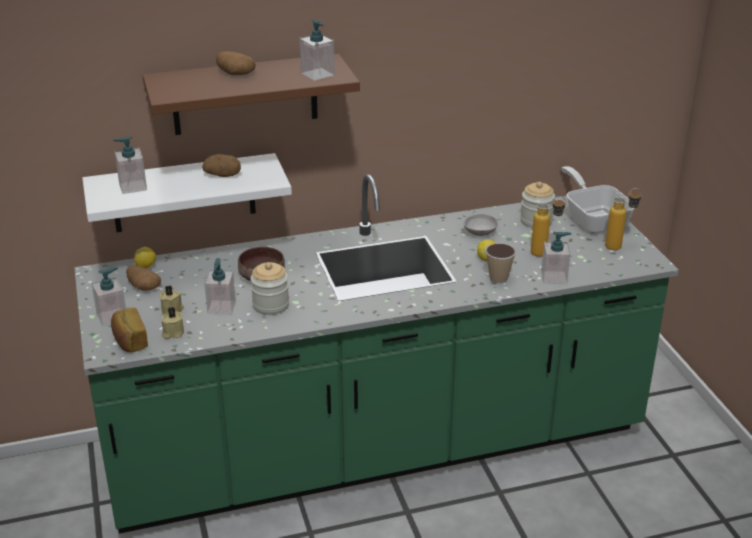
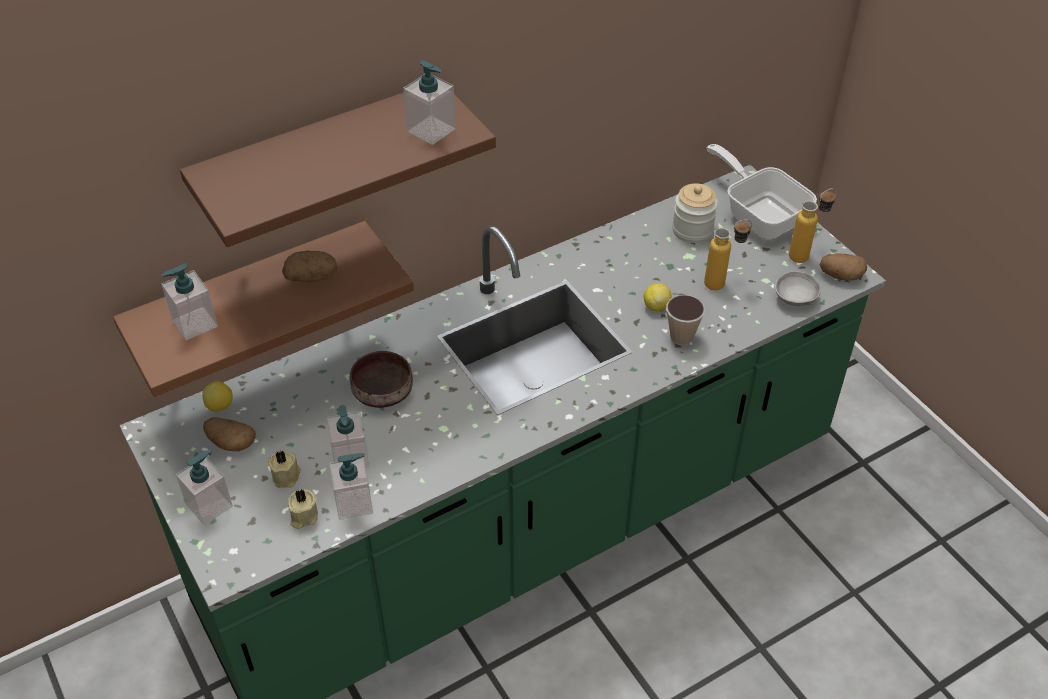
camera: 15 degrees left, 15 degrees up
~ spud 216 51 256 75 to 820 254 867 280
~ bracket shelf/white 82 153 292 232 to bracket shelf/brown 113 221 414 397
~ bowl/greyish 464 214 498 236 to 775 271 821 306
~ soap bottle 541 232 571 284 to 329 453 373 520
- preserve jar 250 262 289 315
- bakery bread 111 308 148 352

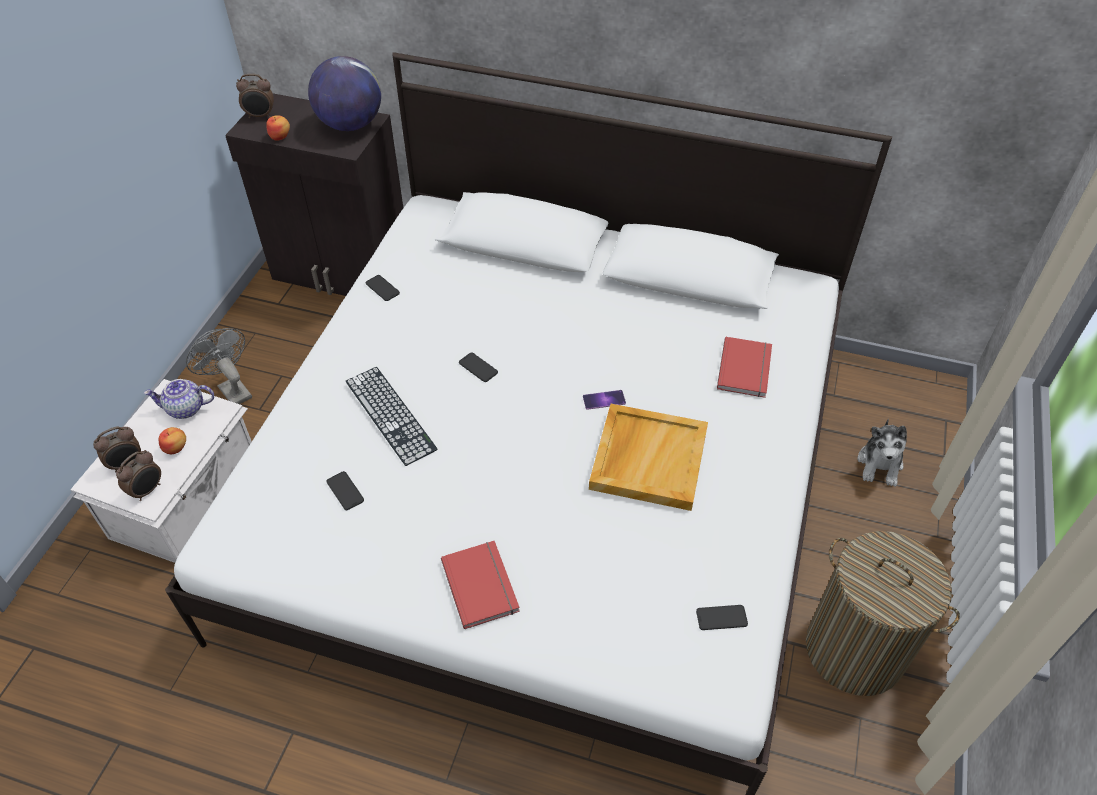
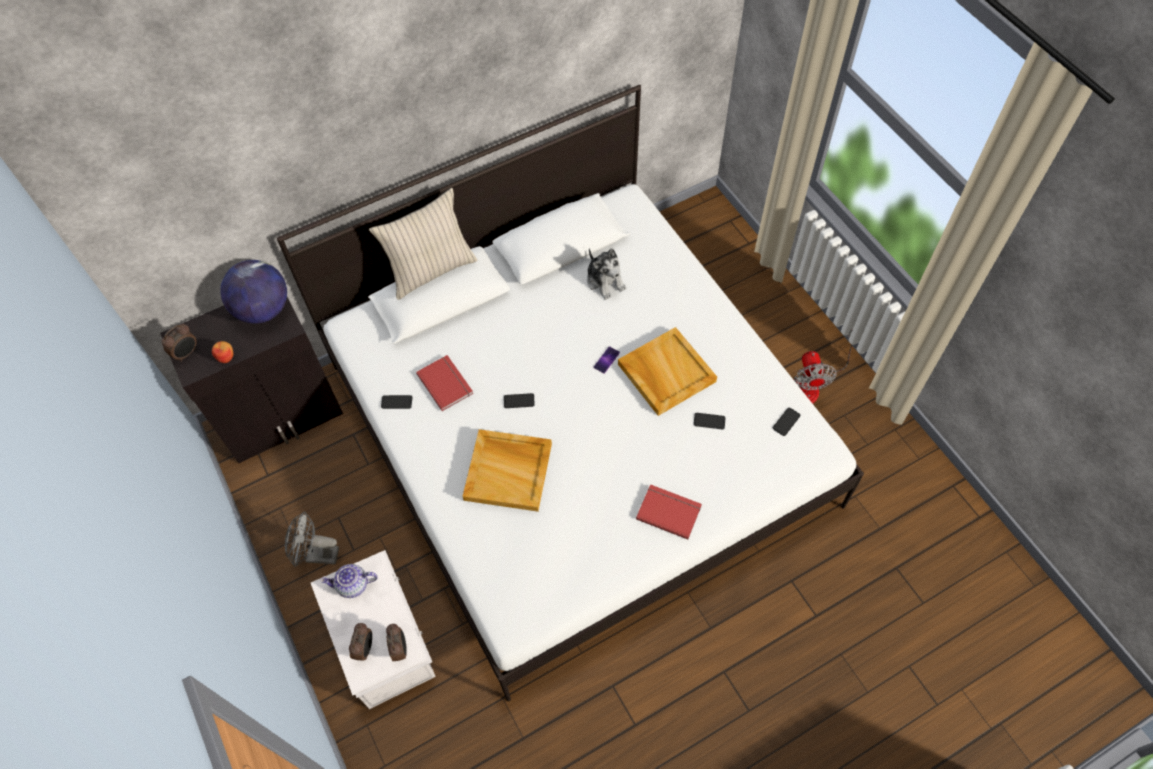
camera: 45 degrees left, 10 degrees up
~ book/reddish 717 337 772 398 to 416 355 473 411
~ keyboard 345 367 438 466 to carrying tray/beige-coloured 463 429 552 512
~ tea pot 144 379 214 419 = 320 564 378 598 45 degrees clockwise
~ plush toy 857 419 907 487 to 587 248 626 300
- whole apple 159 427 186 454
~ telephone 326 471 364 510 to 694 413 725 429
~ laundry basket 806 531 960 696 to electric fan 793 330 852 404
+ pillow/beige-coloured 369 188 477 300

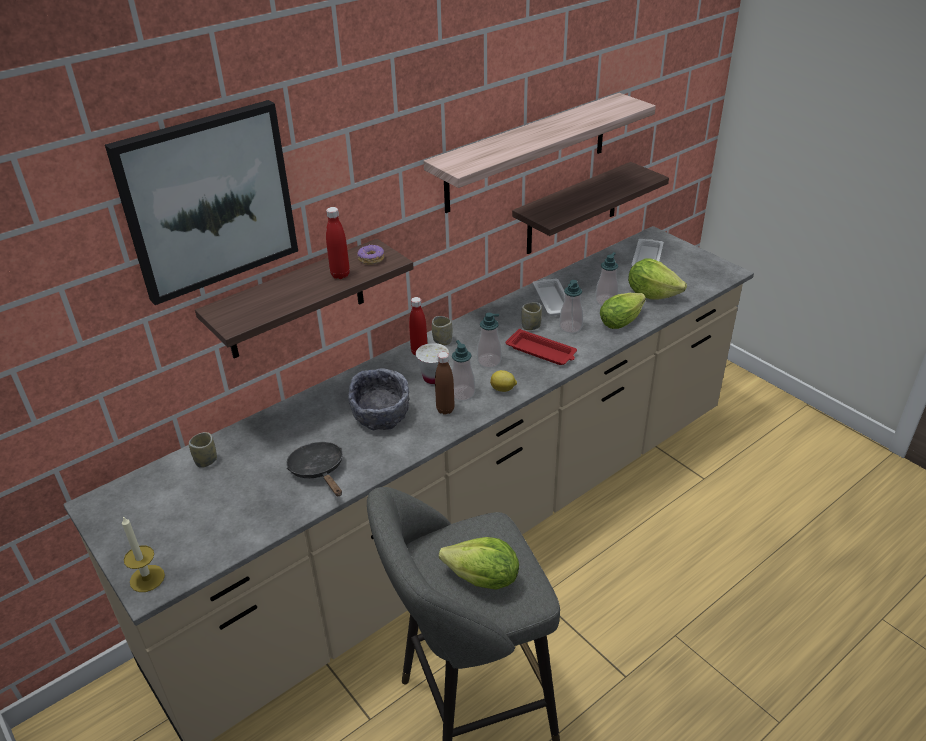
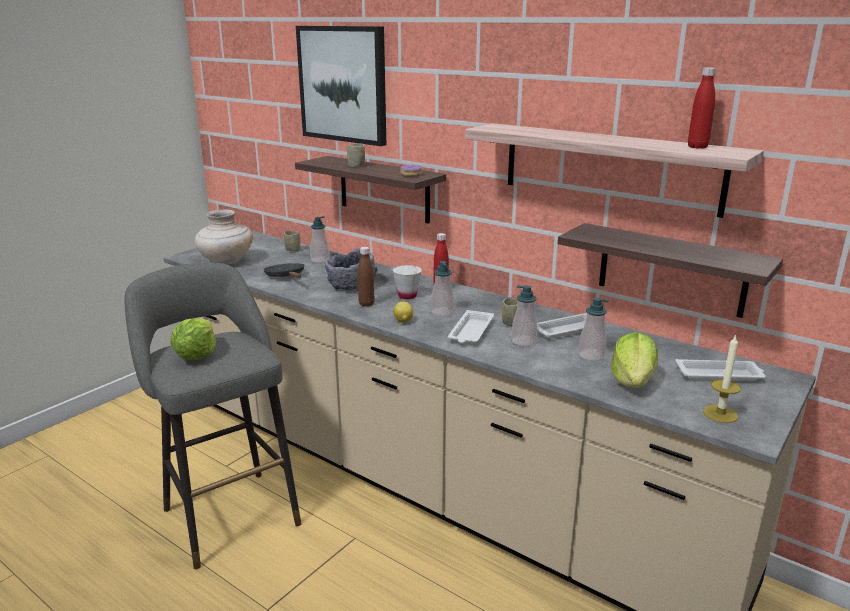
camera: 75 degrees right, 15 degrees down
~ beverage bottle/reddish 326 207 350 279 to 688 67 716 149
- lettuce 600 293 646 329
~ cup 432 316 452 345 to 347 143 365 167
~ carrying tray/reddish 505 329 577 365 to carrying tray/white 448 310 494 345
~ soap bottle 452 340 475 401 to 310 216 330 263
~ pan/black 286 442 343 497 = 264 263 304 278 75 degrees counterclockwise
~ wax candle 122 516 165 592 to 703 334 741 423
+ decorative vase/beige-coloured 195 210 253 265

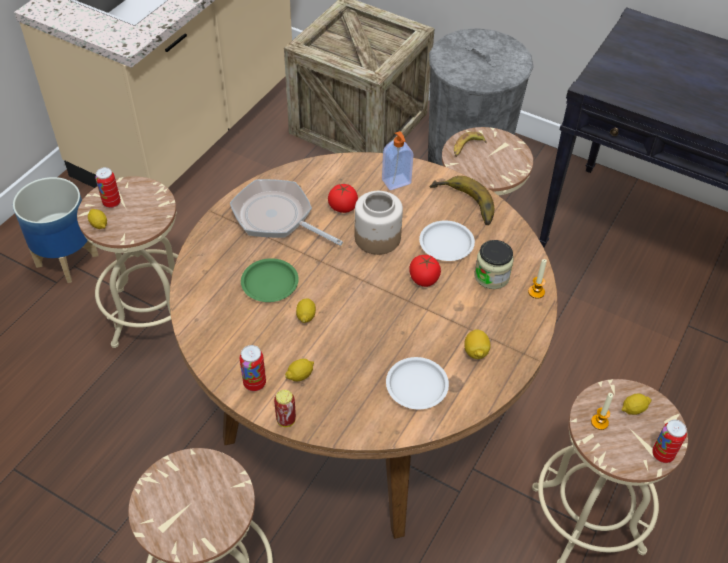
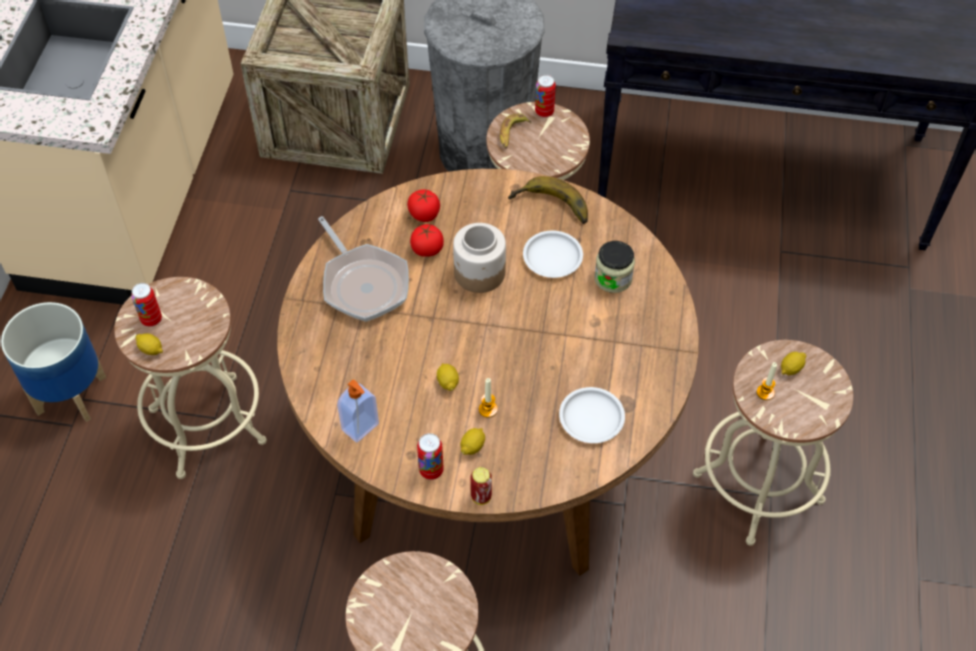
camera: 20 degrees left, 5 degrees up
~ soap bottle 382 131 414 190 to 337 379 379 443
~ pan 230 179 343 246 = 318 216 409 322 135 degrees counterclockwise
~ tomato 409 255 441 287 to 407 189 440 222
- flat dish/green-coloured 241 258 299 302
~ wax candle 528 259 547 299 to 479 378 498 418
- whole lemon 464 329 490 359
~ metal can 652 420 687 463 to 535 75 556 118

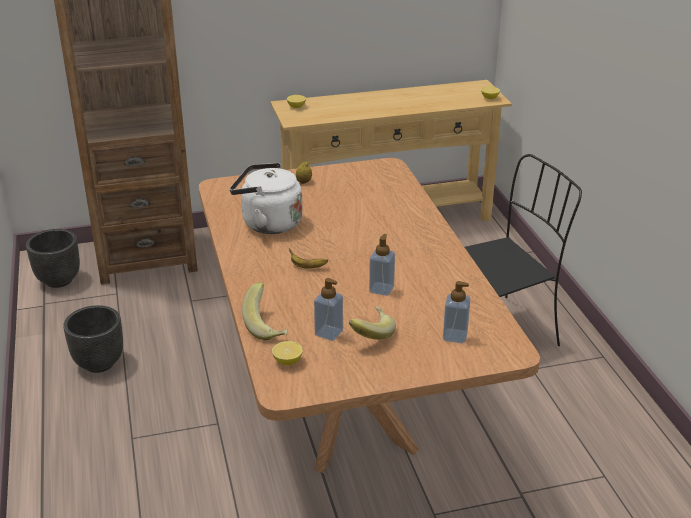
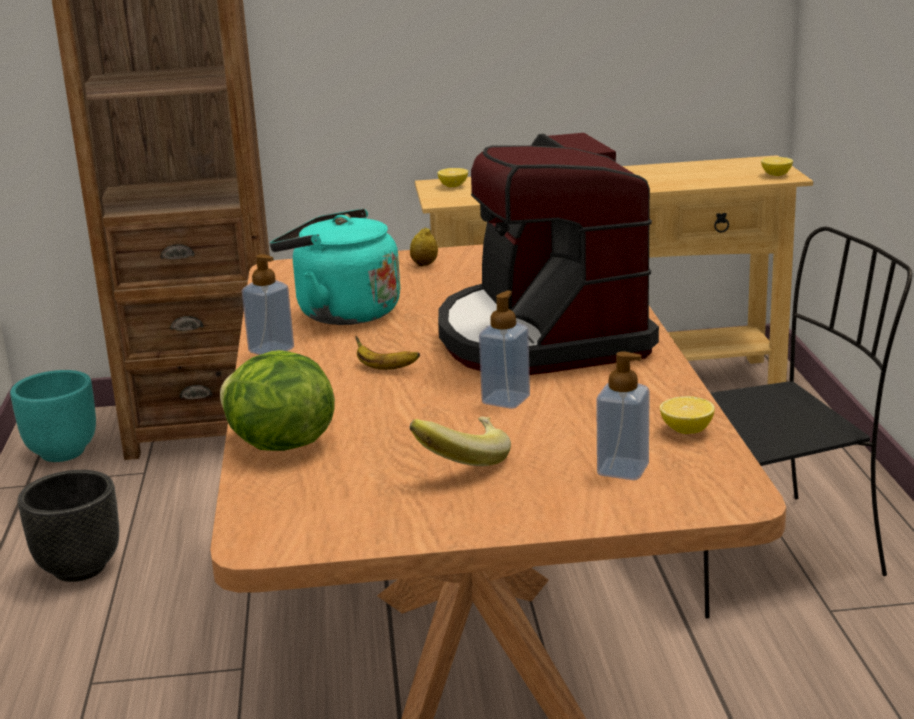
camera: 10 degrees right, 10 degrees down
~ tea kettle/white 230 163 303 234 to tea kettle/turquoise-coloured 270 209 400 325
~ flower pot/black 26 229 80 288 to flower pot/turquoise-coloured 10 370 96 462
~ soap bottle 314 278 343 341 to 242 254 294 355
~ banana 242 282 288 340 to lettuce 220 350 335 451
~ whole lemon 272 341 303 365 to 660 396 715 434
+ coffee maker 438 133 659 375

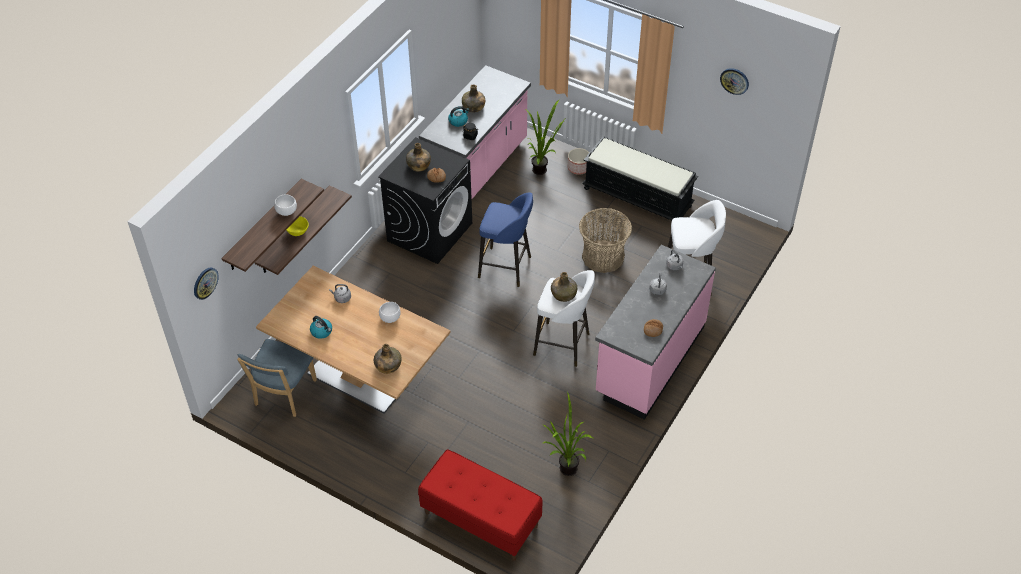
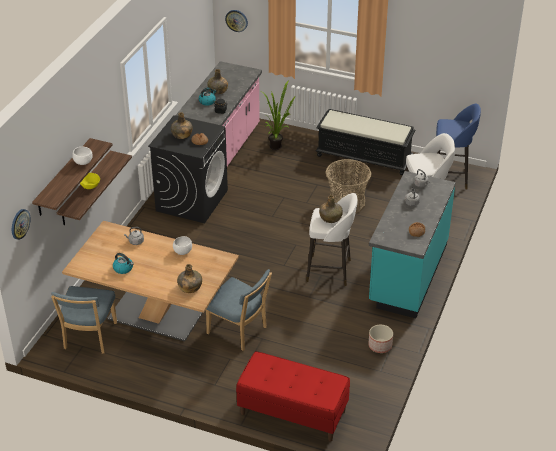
camera: 10 degrees left, 10 degrees down
~ wall clock 720 68 749 95 to 225 10 248 32
~ flower pot 568 148 589 175 to 368 325 393 353
~ stool/blue 478 192 533 287 to 436 104 481 190
~ counter/pink 595 245 716 420 to counter/turquoise-coloured 369 171 456 318
- plant in a pot 543 392 593 476
+ chair/blue 206 269 272 351

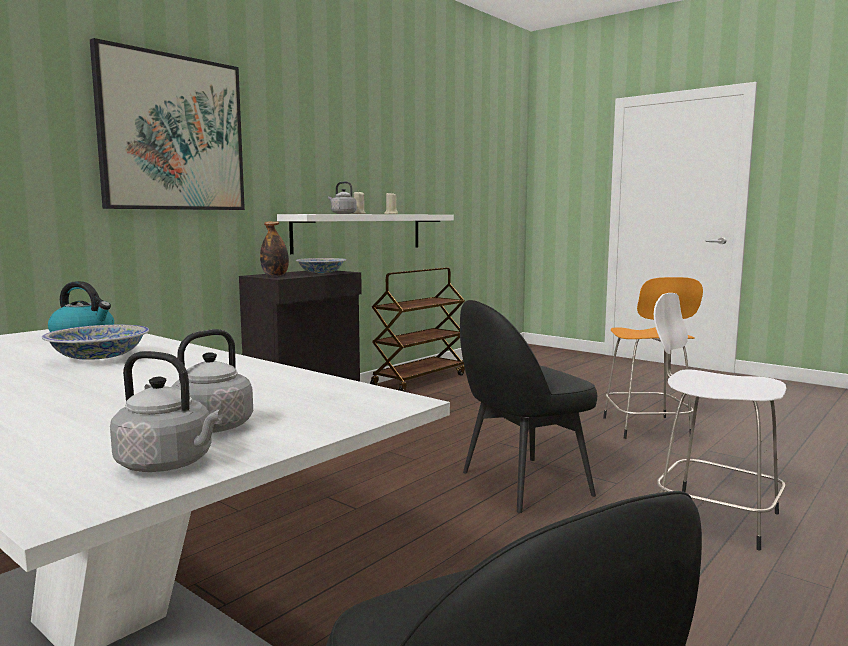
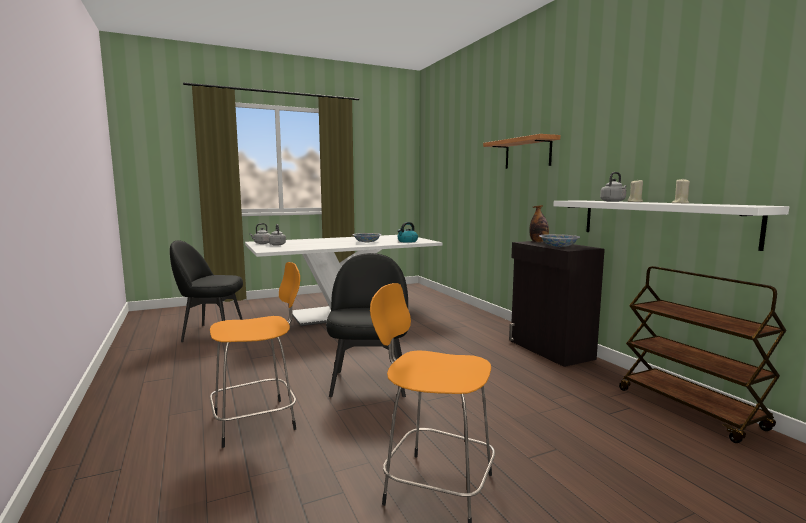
camera: 115 degrees right, 0 degrees up
~ wall picture 90 38 245 210 to bracket shelf 483 134 561 169
~ stool/white 654 293 786 550 to stool/orange-coloured 210 262 300 448

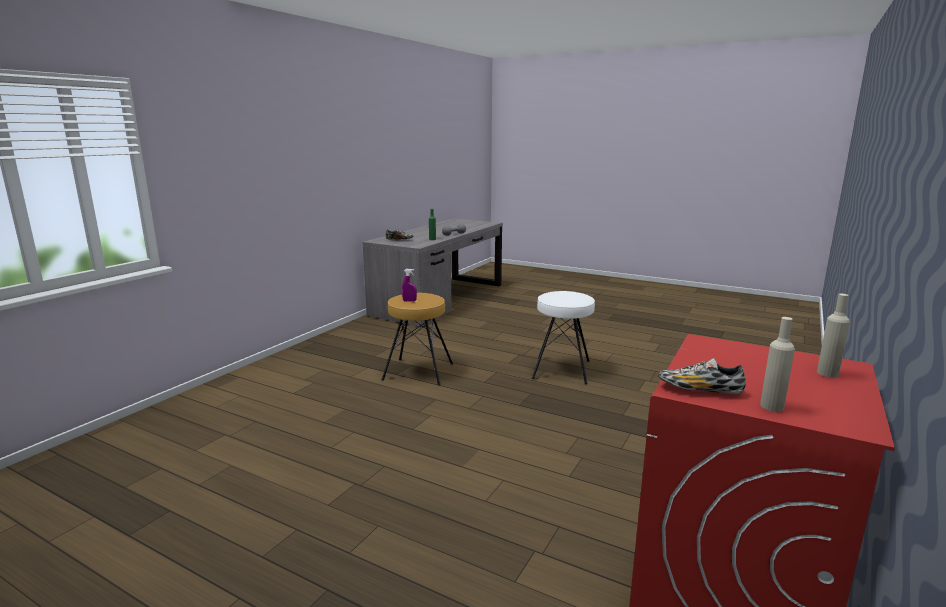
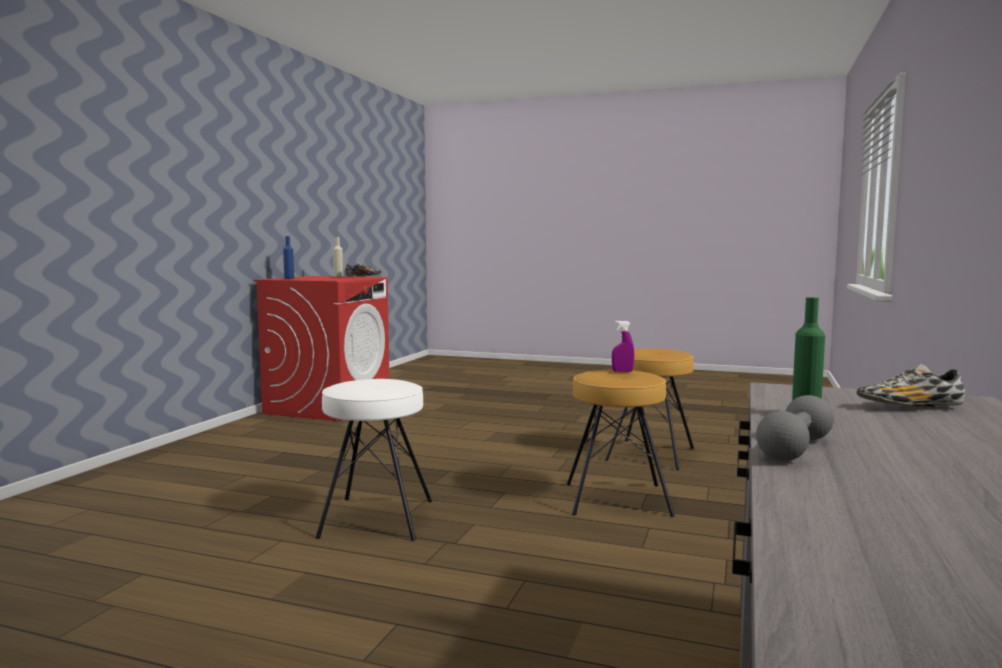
camera: 170 degrees right, 10 degrees down
~ beverage bottle/beige-coloured 817 294 850 378 to beverage bottle/blue 283 236 294 279
+ stool/brown 605 348 694 470

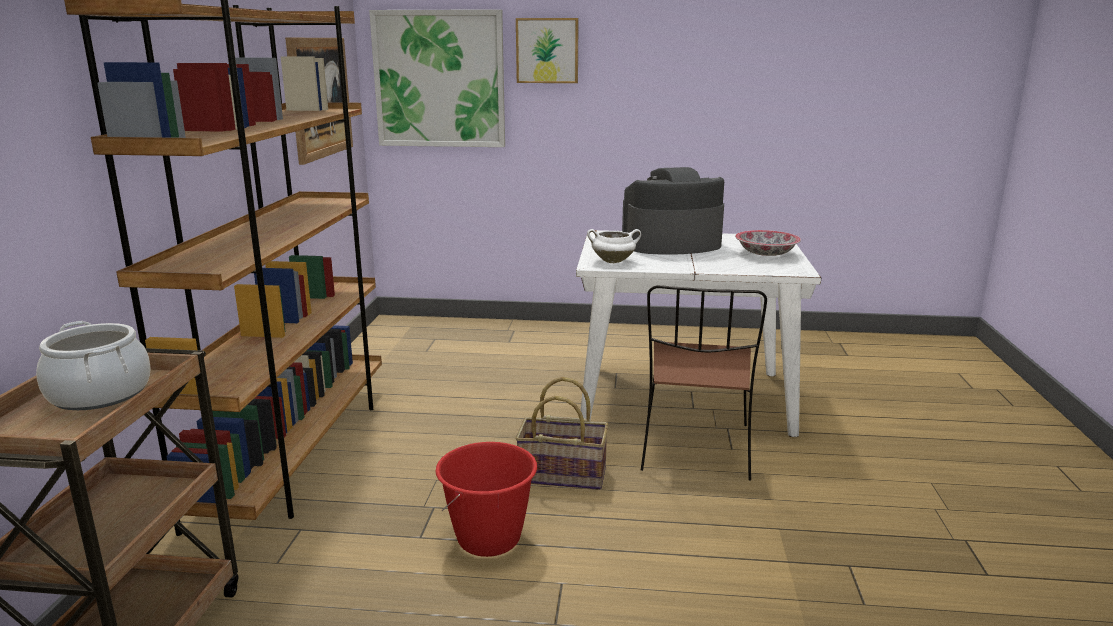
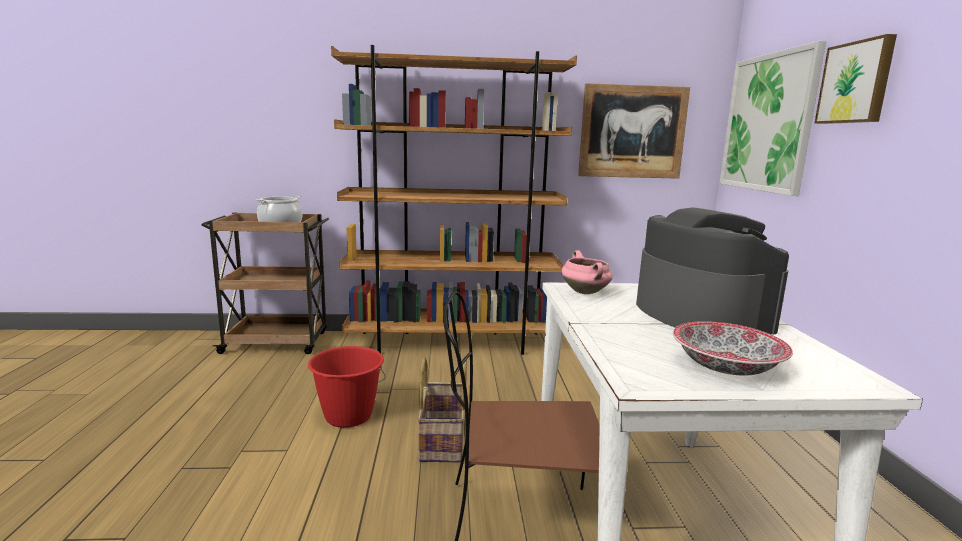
camera: 80 degrees right, 5 degrees down
~ cooking pot/white 587 229 641 263 to cooking pot/pink 561 250 612 294

